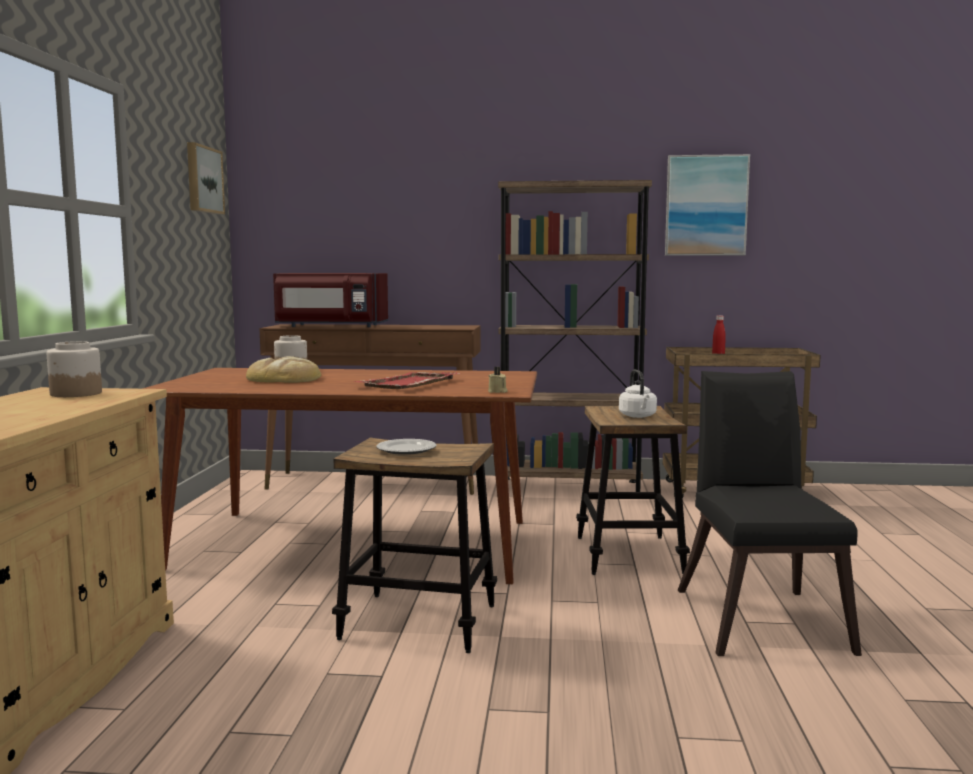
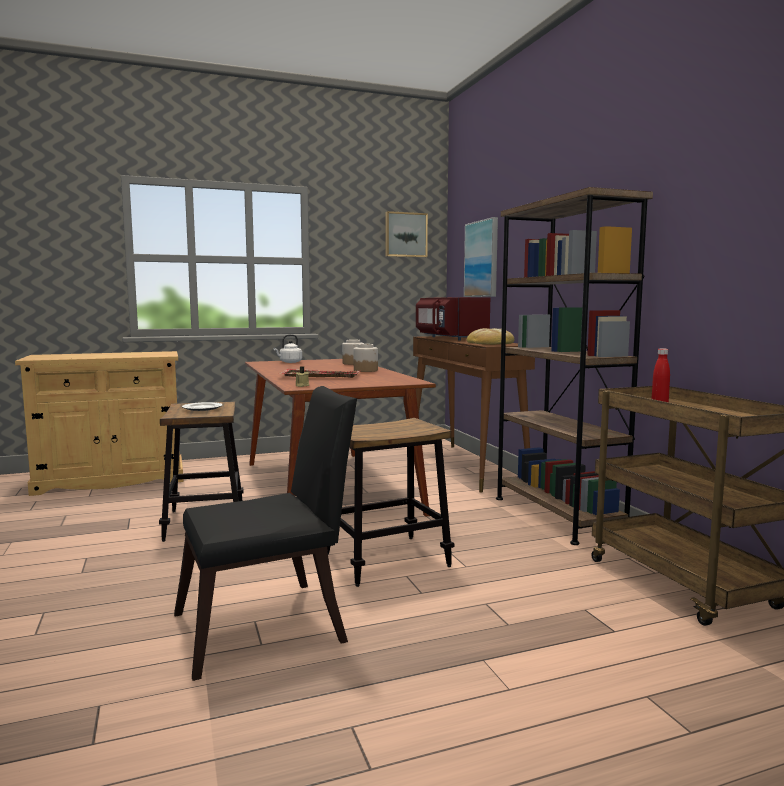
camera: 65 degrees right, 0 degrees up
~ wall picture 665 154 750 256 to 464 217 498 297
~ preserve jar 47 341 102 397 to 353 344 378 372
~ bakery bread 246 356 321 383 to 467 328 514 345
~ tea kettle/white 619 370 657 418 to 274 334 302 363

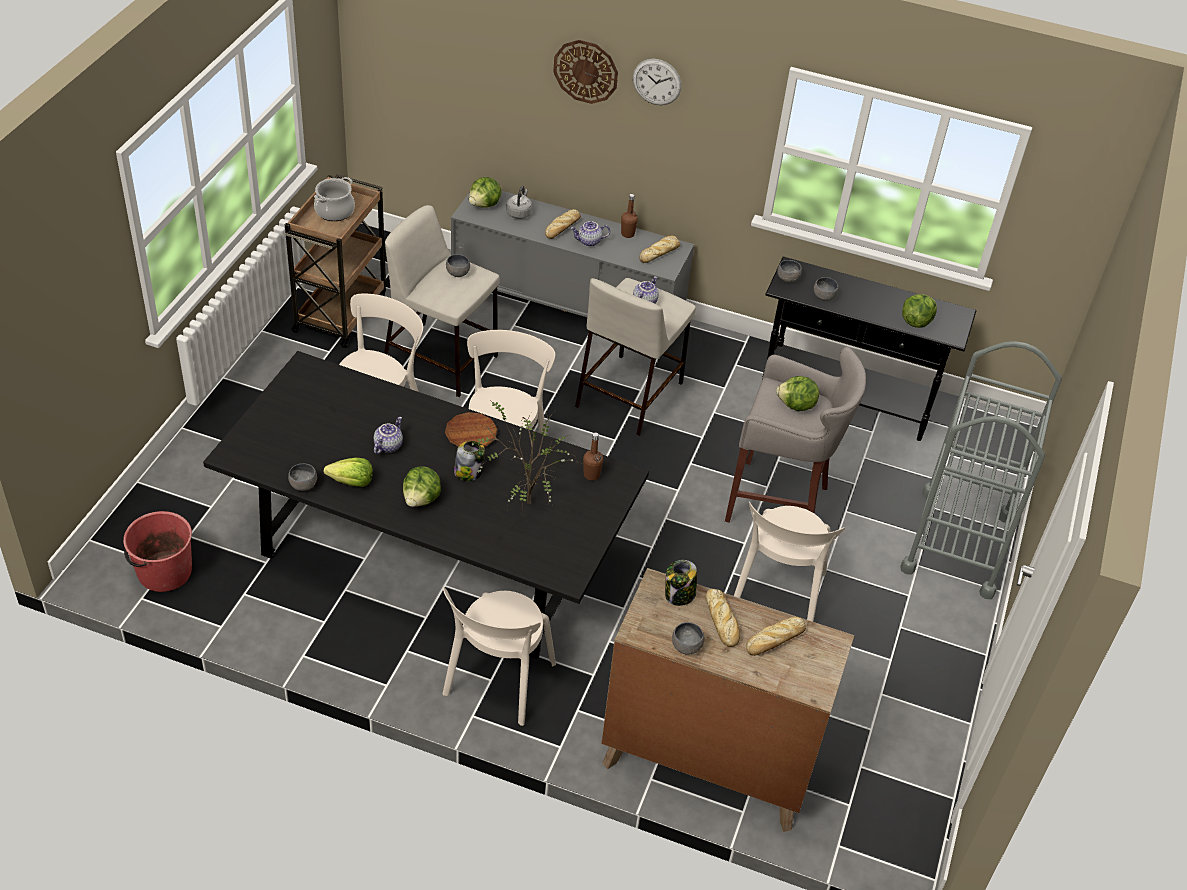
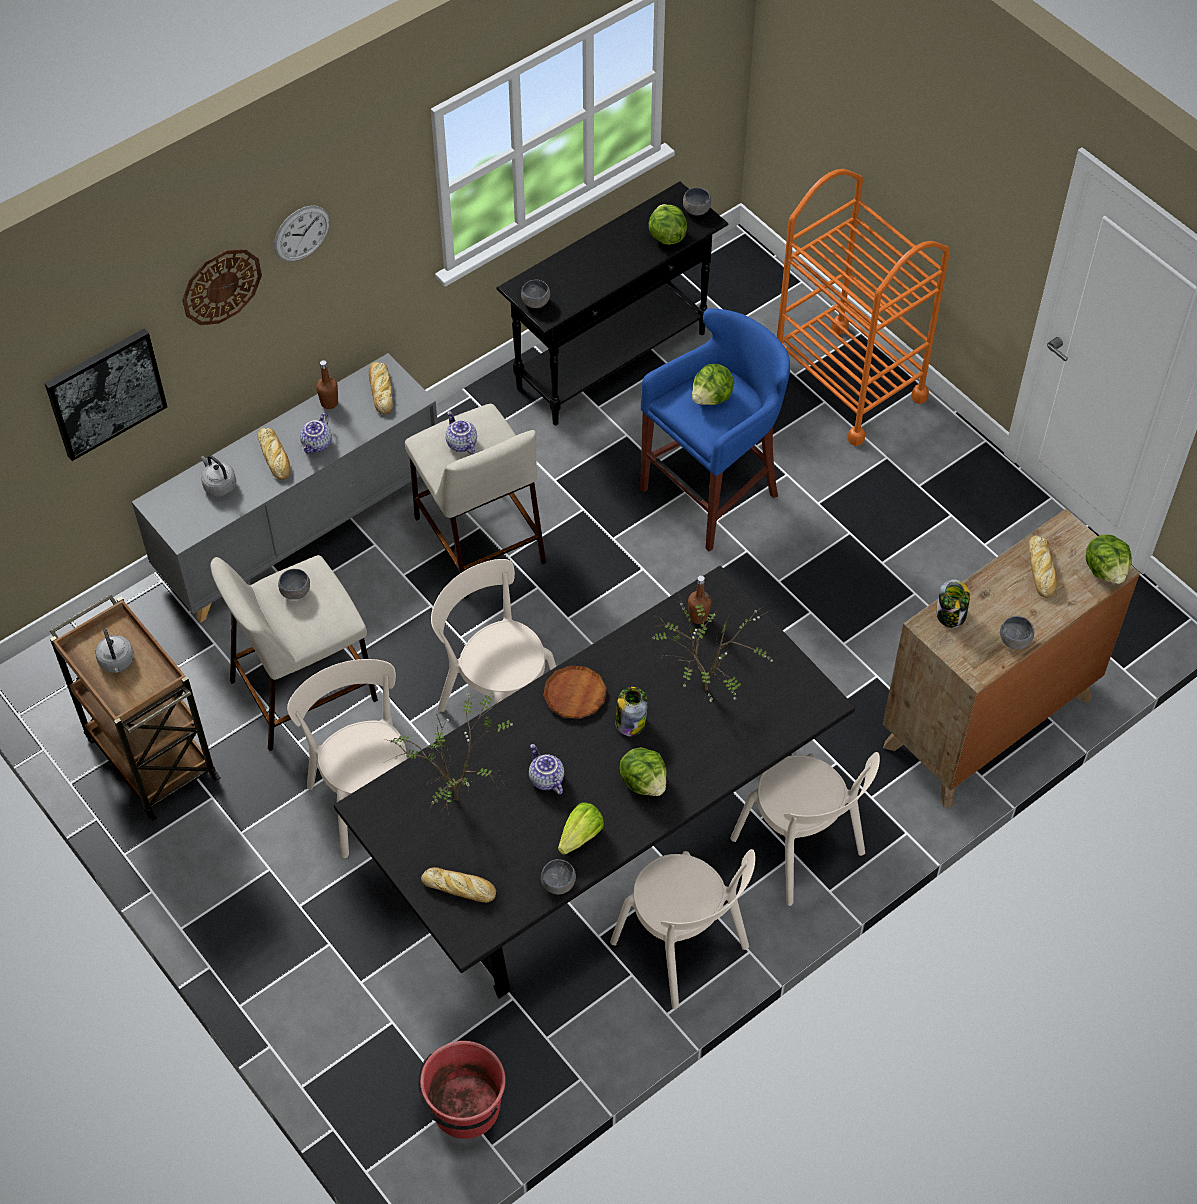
camera: 55 degrees left, 10 degrees up
~ cooking pot 314 177 355 221 to tea kettle/greyish 95 629 134 673
~ lettuce 469 177 502 208 to 1086 535 1132 584
~ bowl/greyish 814 277 838 301 to 683 188 711 215
~ wheeled cart/greyish 900 341 1062 599 to wheeled cart/orange-coloured 777 169 950 446
~ stool/greyish 725 347 866 523 to stool/blue 640 308 790 552
~ chair/beige-coloured 734 501 845 622 to 610 849 755 1009
~ bakery bread 705 589 740 647 to 421 867 496 903
+ wall picture 44 328 167 461
+ plant in a pot 385 691 513 820

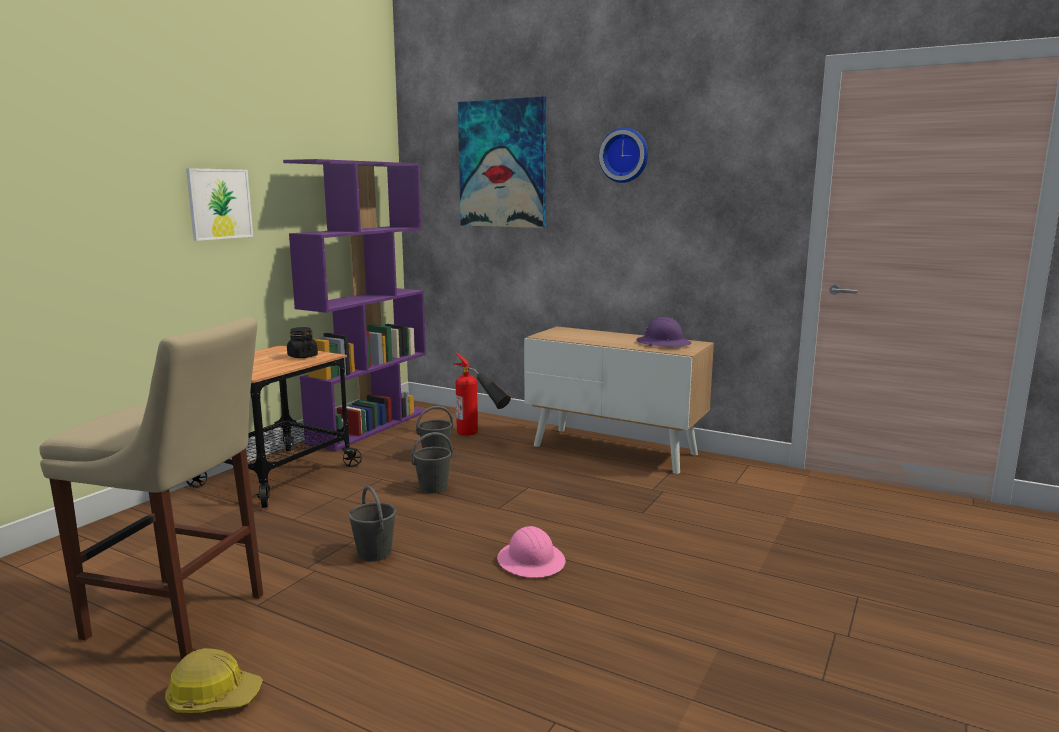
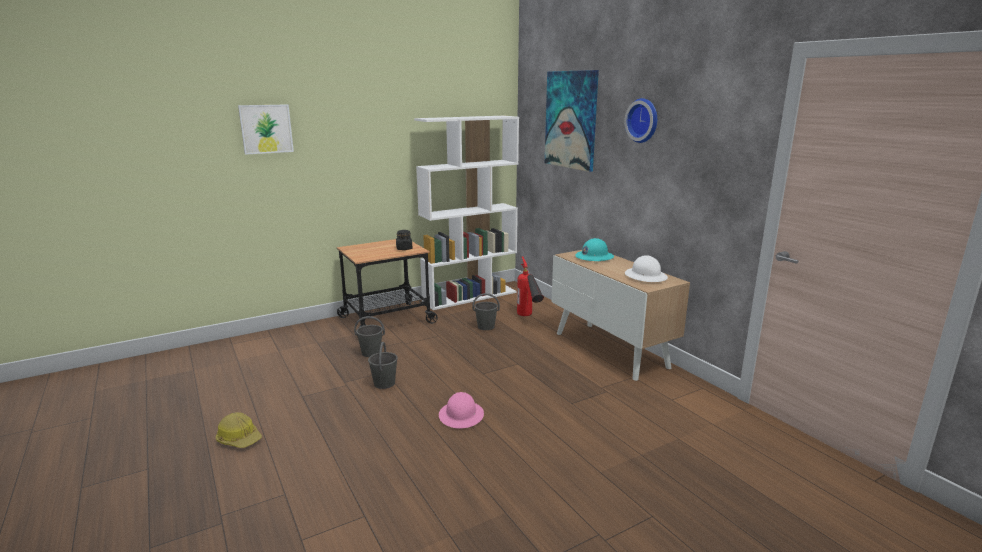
camera: 30 degrees right, 5 degrees up
~ bookshelf/purplish 283 159 428 451 to bookshelf/white 414 116 519 310
~ wall picture 186 168 253 241 to 238 104 294 155
- stool/beige-coloured 40 317 263 659
~ work helmet/purplish 636 317 691 347 to work helmet/white 625 255 668 282
~ bucket/greyish 411 432 453 493 to 354 316 385 357
+ work helmet/turquoise-coloured 575 238 614 261

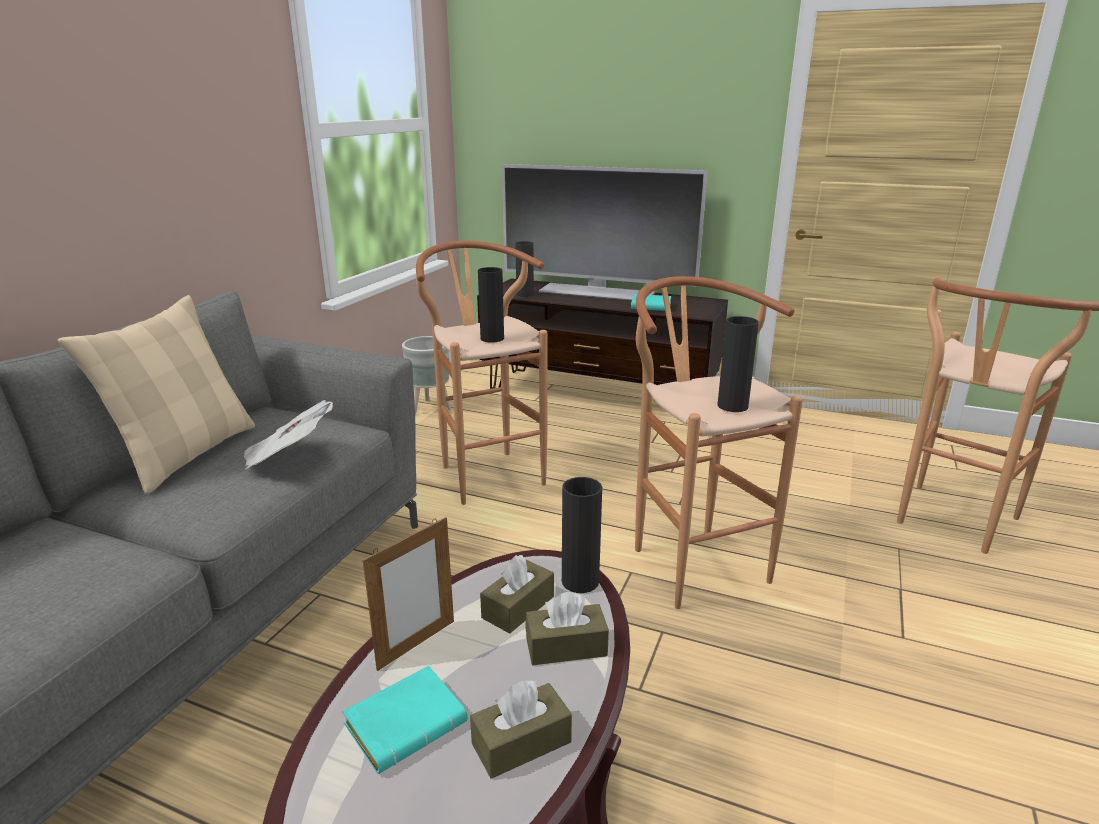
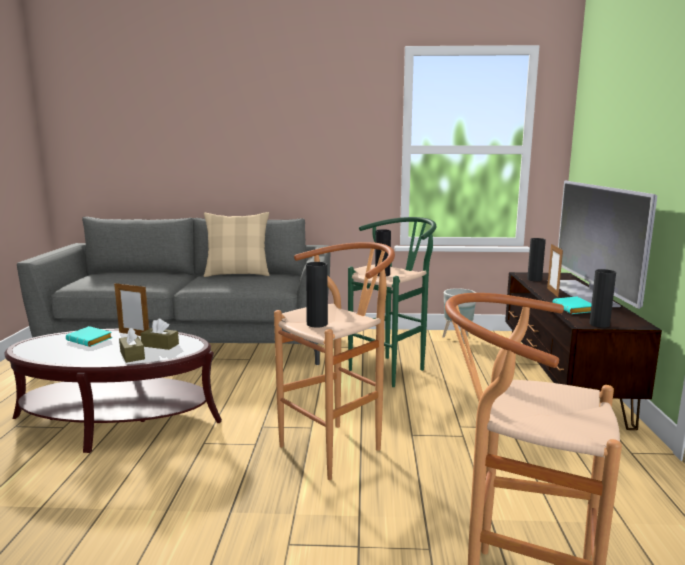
camera: 70 degrees right, 10 degrees down
~ stool/brown 416 241 548 505 to stool/green-coloured 348 217 436 387
- printed paper 244 400 333 470
~ decorative vase/black 562 477 602 593 to 589 269 616 328
- box of tissues/brown 470 680 572 779
+ standing frame 547 244 563 297

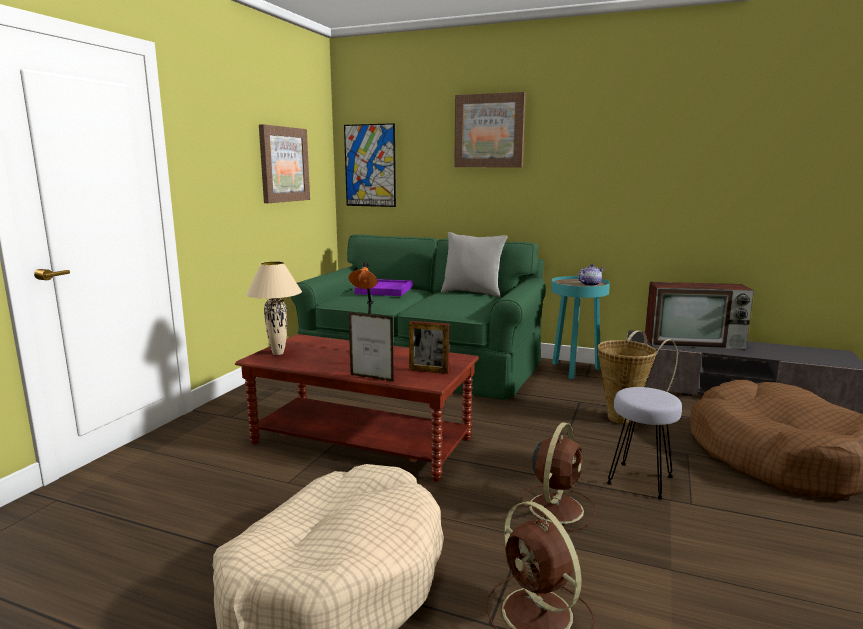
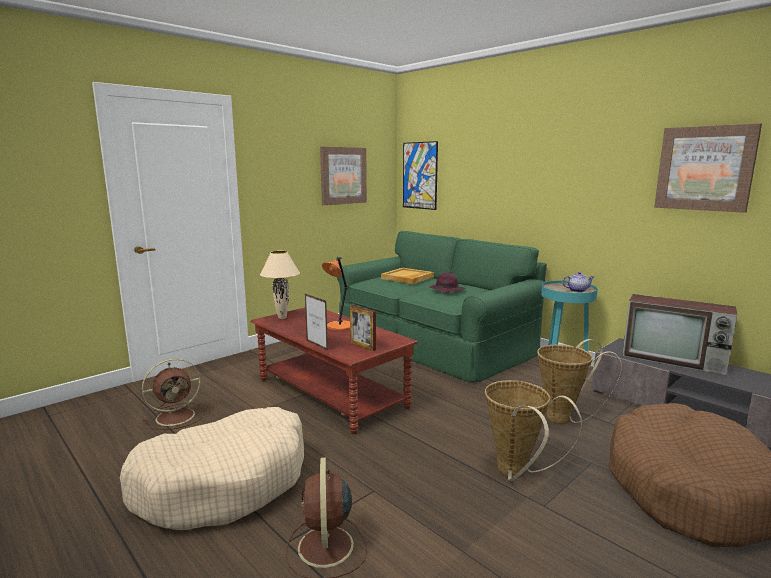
camera: 25 degrees right, 0 degrees up
~ wall picture 454 92 526 167 to 654 123 762 213
- pillow/greyish 441 232 508 297
~ carrying tray/purplish 354 279 413 296 to carrying tray/beige-coloured 381 268 434 284
~ stool/greyish 607 387 682 499 to basket 485 380 582 481
~ electric fan/brown 519 422 596 531 to 142 359 205 430
+ wearable hat/purplish 429 273 465 293

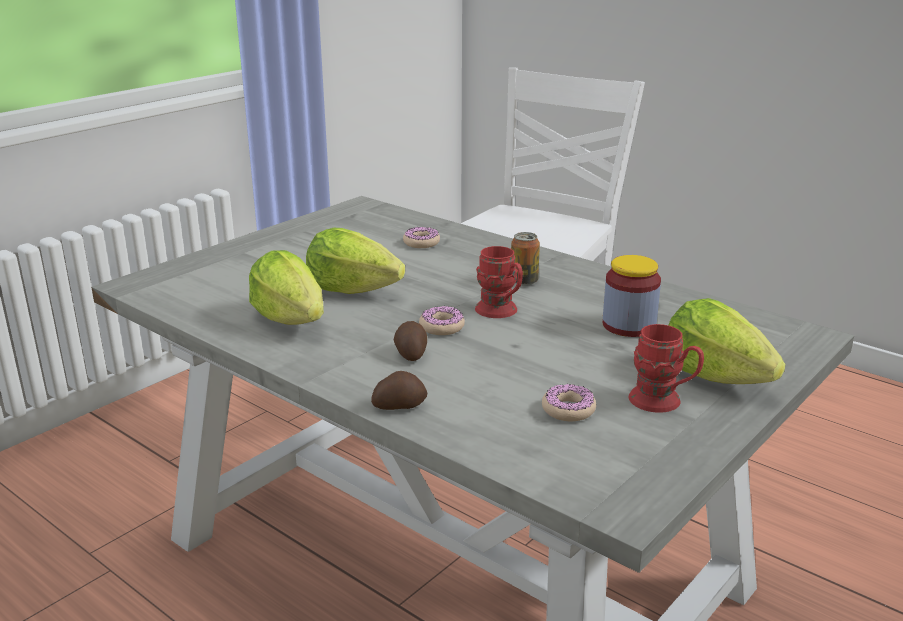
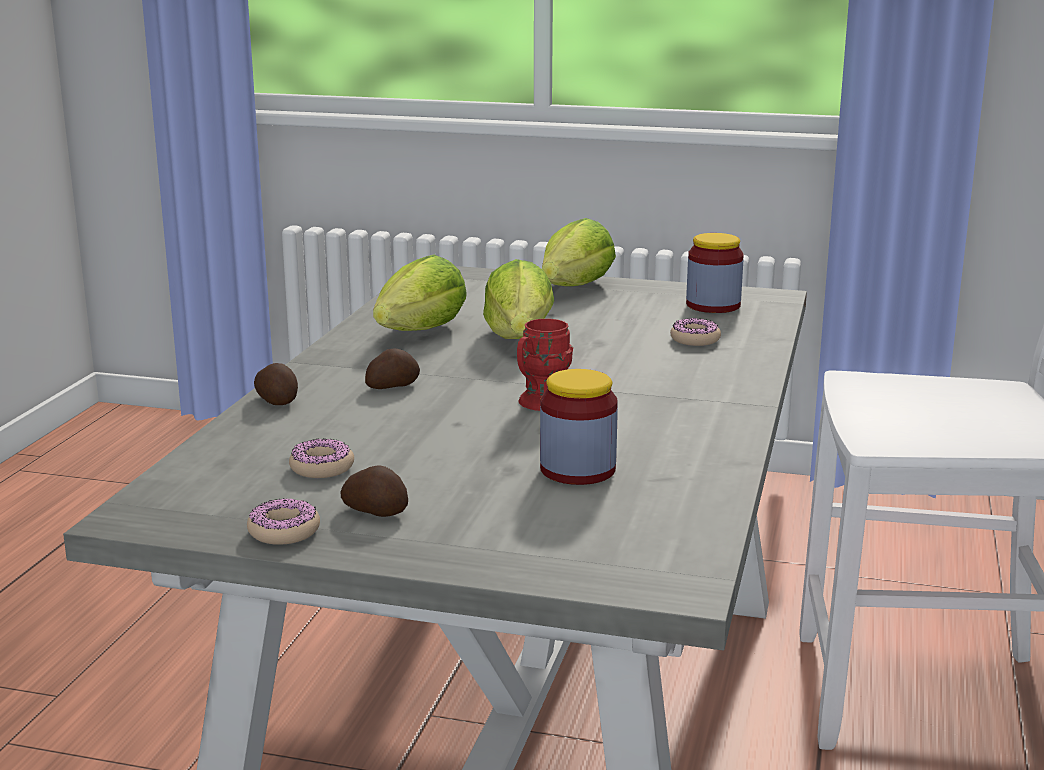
camera: 65 degrees right, 5 degrees down
- metal can 511 232 540 286
~ lettuce 668 298 786 384 to 542 218 616 286
~ ring doughnut 419 306 465 335 to 247 498 320 545
~ coffee mug/reddish 629 324 704 413 to spud 340 465 408 517
+ preserve jar 686 233 744 313

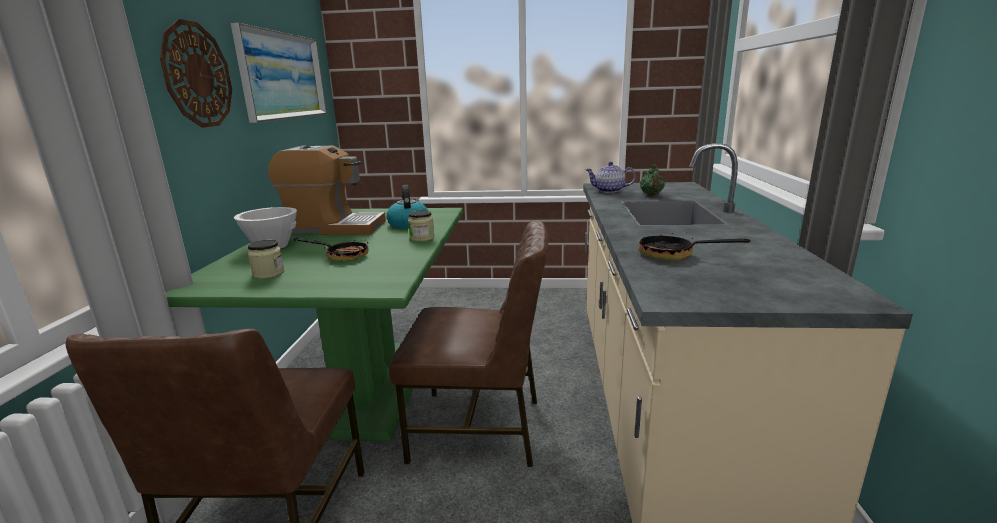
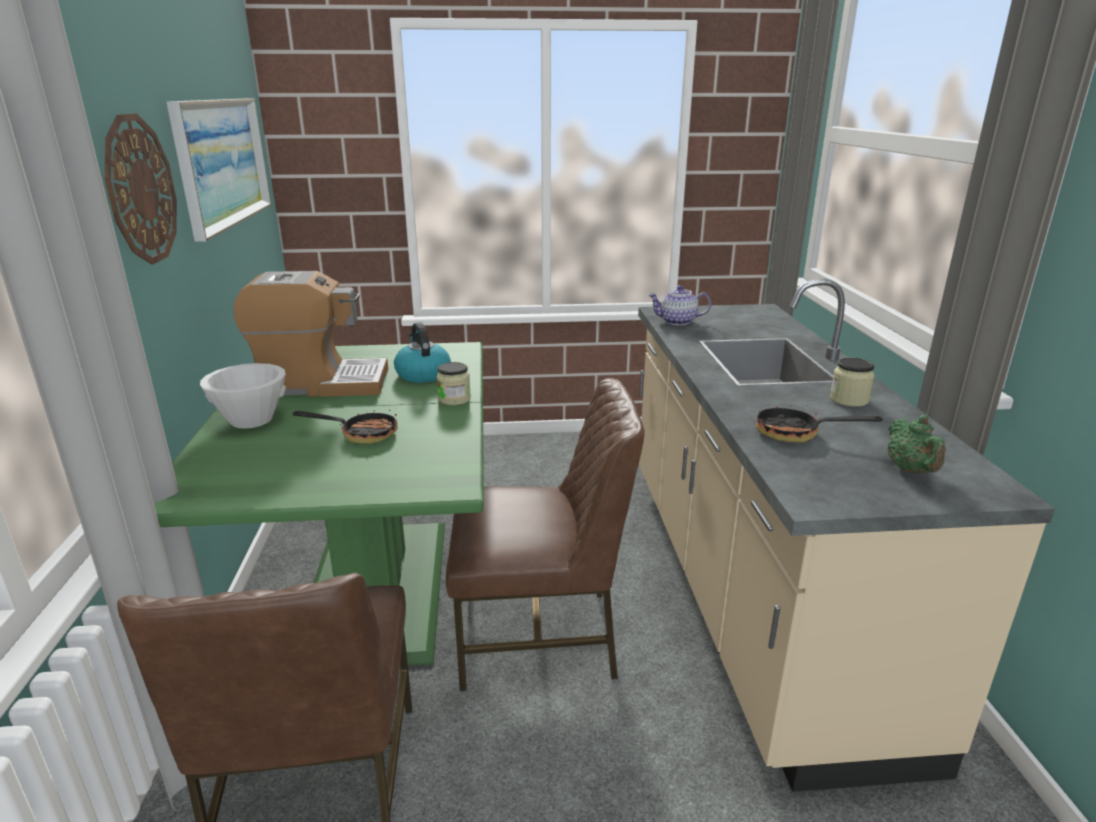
camera: 10 degrees left, 5 degrees up
~ tea pot/green-coloured 640 164 665 195 to 888 414 946 473
~ preserve jar 248 240 284 279 to 830 358 875 407

